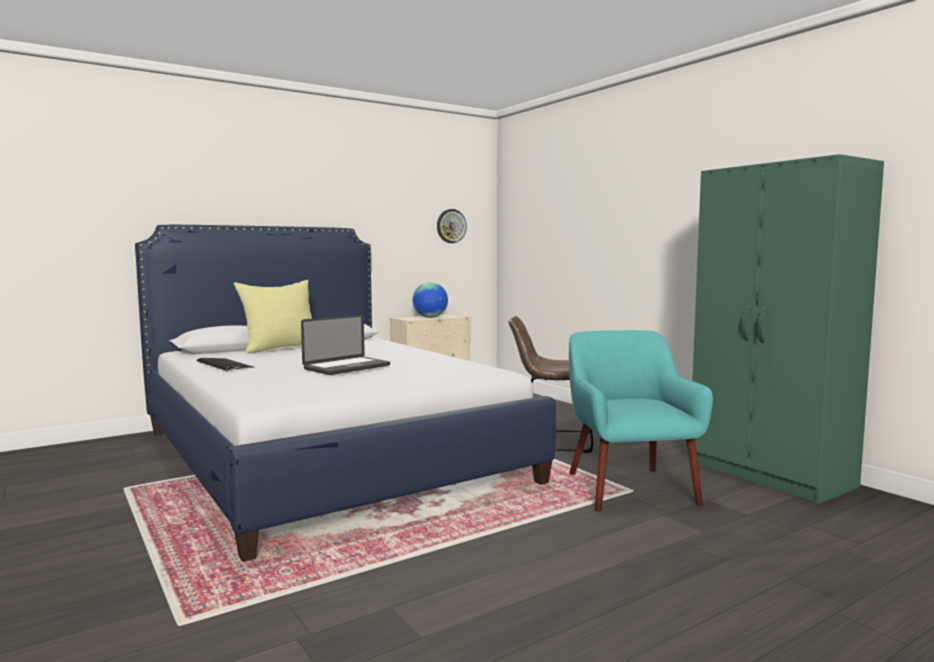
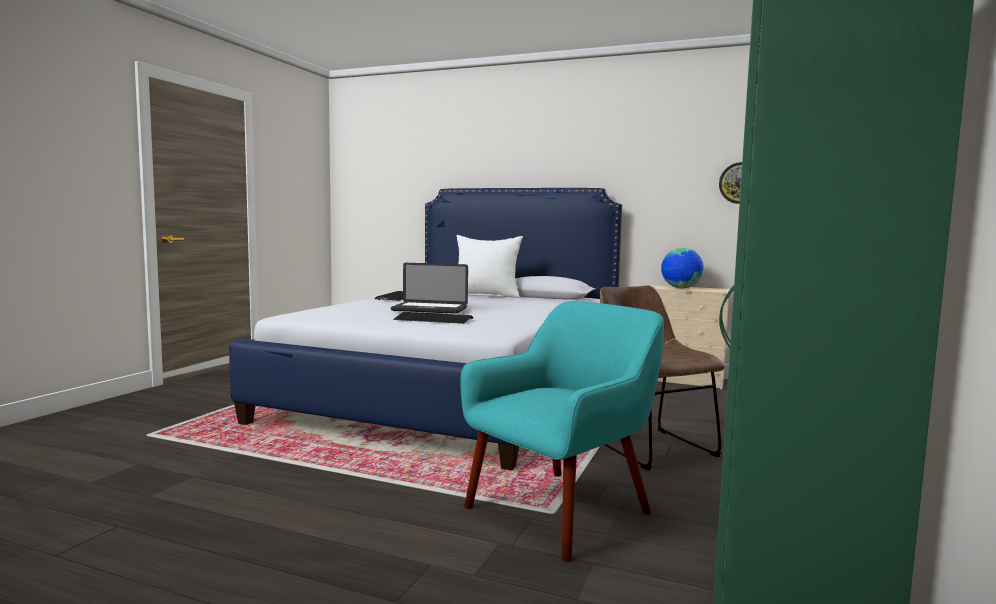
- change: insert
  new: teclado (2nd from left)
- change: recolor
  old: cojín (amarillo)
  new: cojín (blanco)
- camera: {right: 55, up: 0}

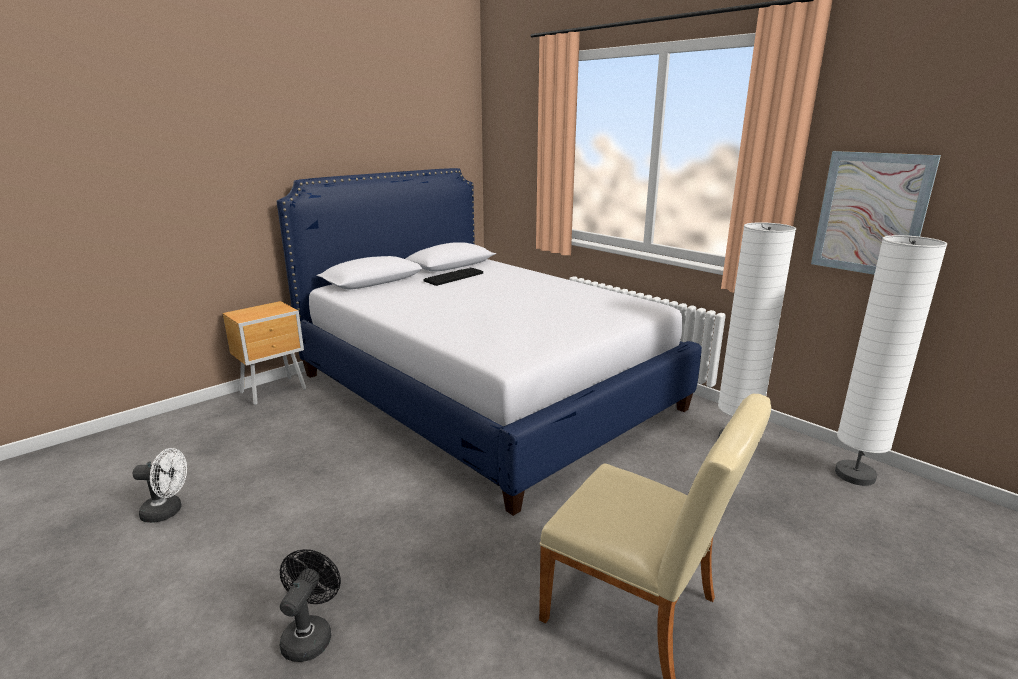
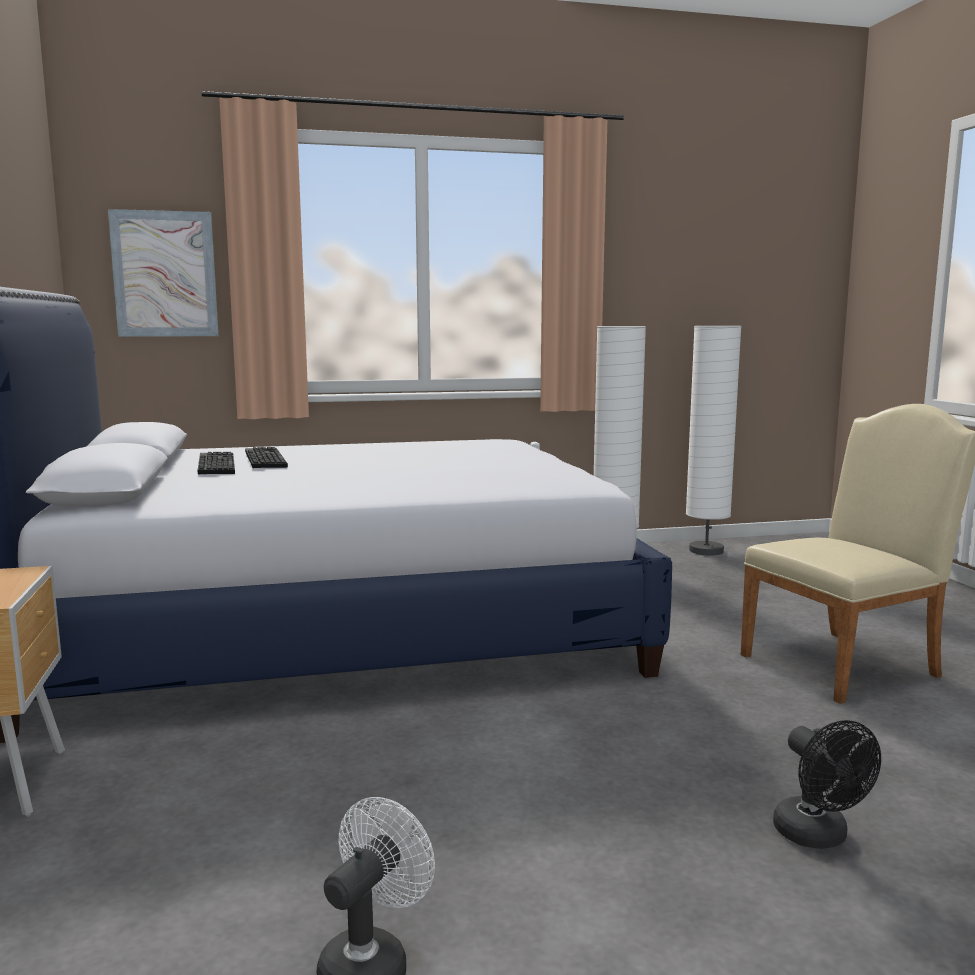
- change: insert
  new: teclado (2nd from left)
- change: move
  old: cuadro
- change: rotate
  old: ventilador (negro)
  degrees: -150
- camera: {right: -60, up: -10}

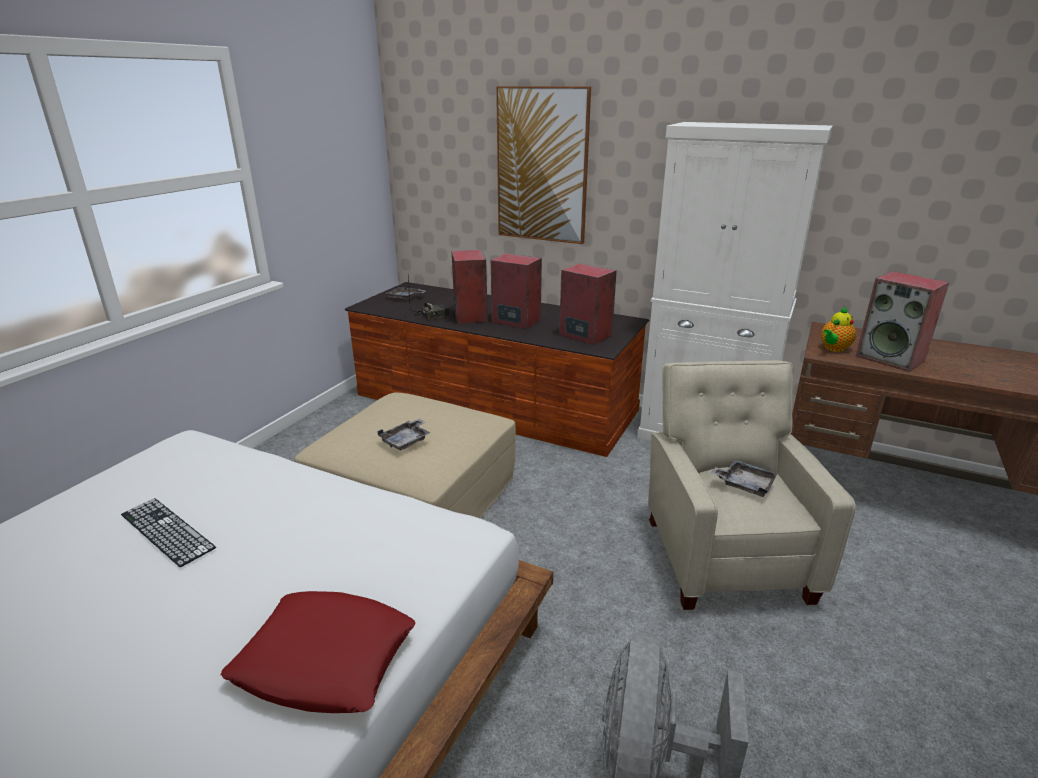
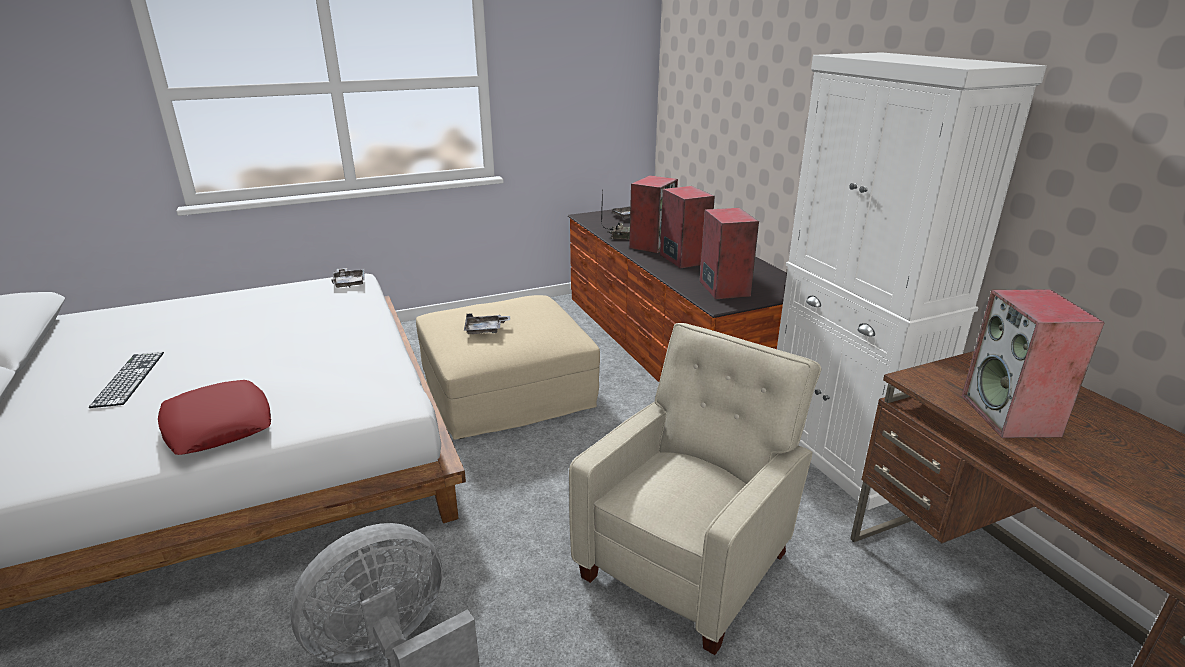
- change: delete
  old: cuadro
- change: delete
  old: tetera
- change: move
  old: teclado
- change: move
  old: bandeja (gris) (3rd from left in the first image)
  new: bandeja (gris) (1st from left)
- camera: {right: 40, up: 0}

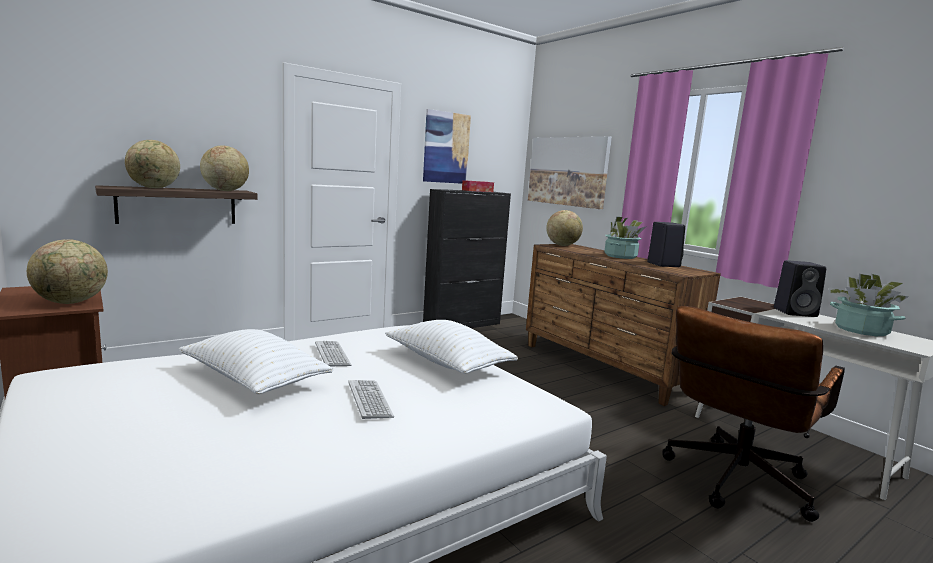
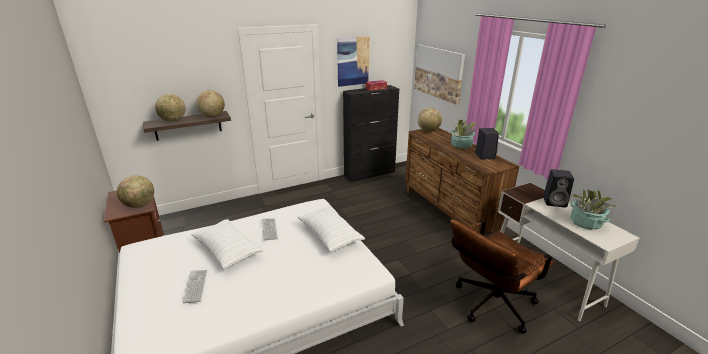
- change: move
  old: teclado (2nd from left in the first image)
  new: teclado (1st from left)
- camera: {right: 10, up: 15}

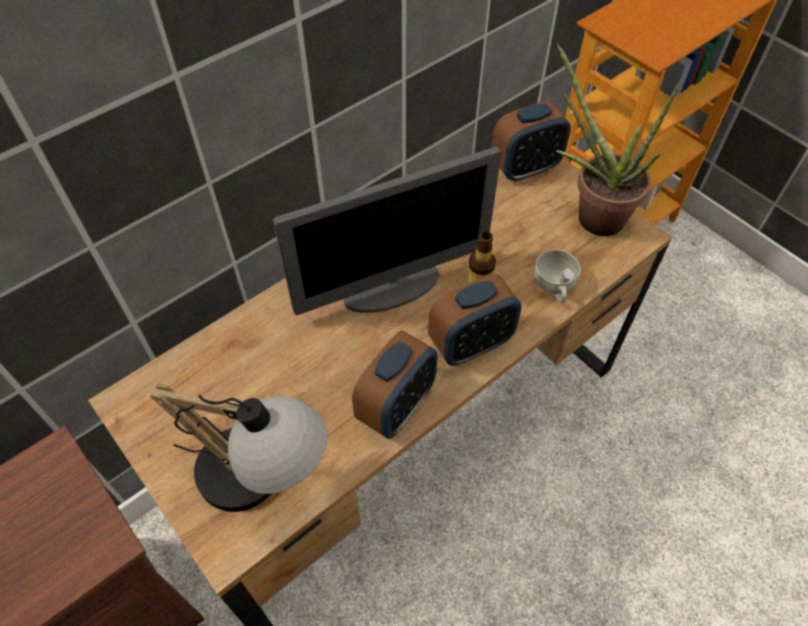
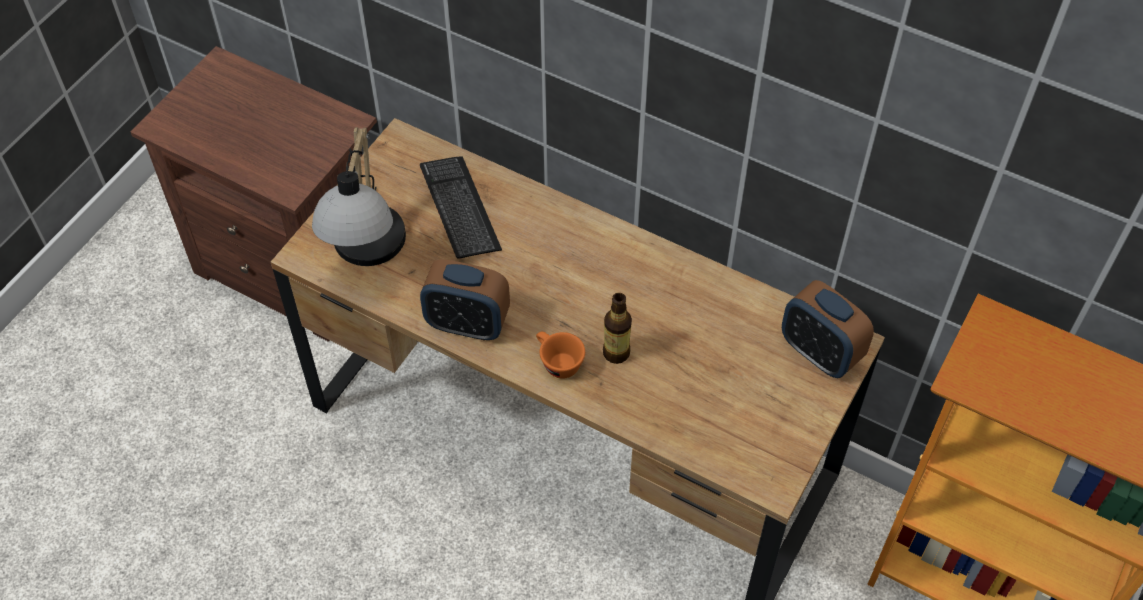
- change: delete
  old: monitor
- change: delete
  old: taza (blanco)
- change: delete
  old: planta en maceta
- change: insert
  new: teclado
- change: replace
  old: despertador (2nd from left)
  new: taza (naranja)
- camera: {right: 70, up: 0}

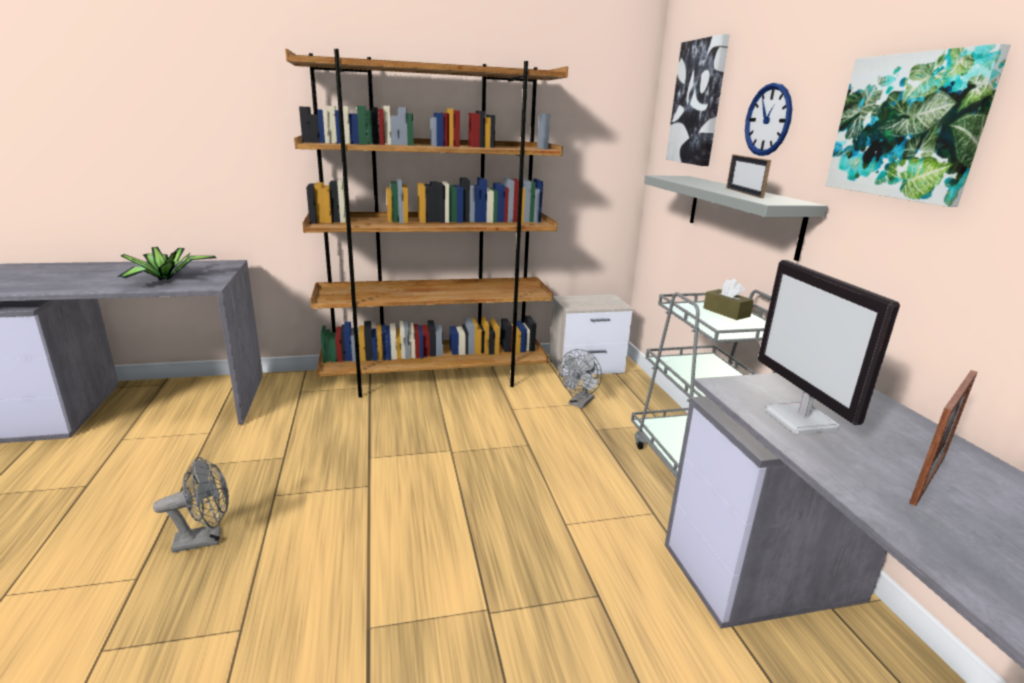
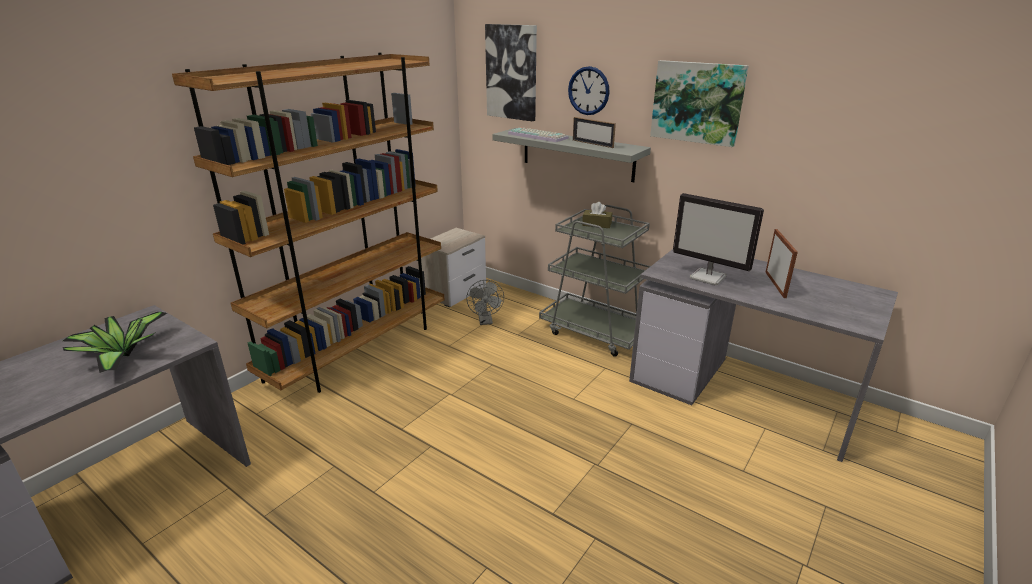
- change: delete
  old: ventilador (gris) (1st from left)
- change: insert
  new: teclado
- camera: {right: -40, up: 5}

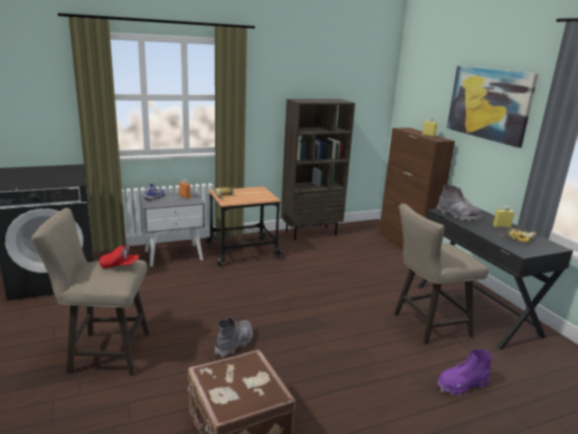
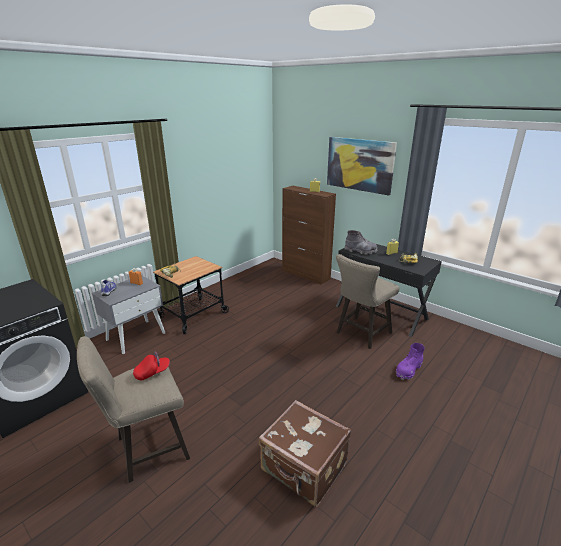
- change: delete
  old: bota (gris) (1st from left)
- change: delete
  old: estantería (marrón)
- camera: {right: -25, up: 5}

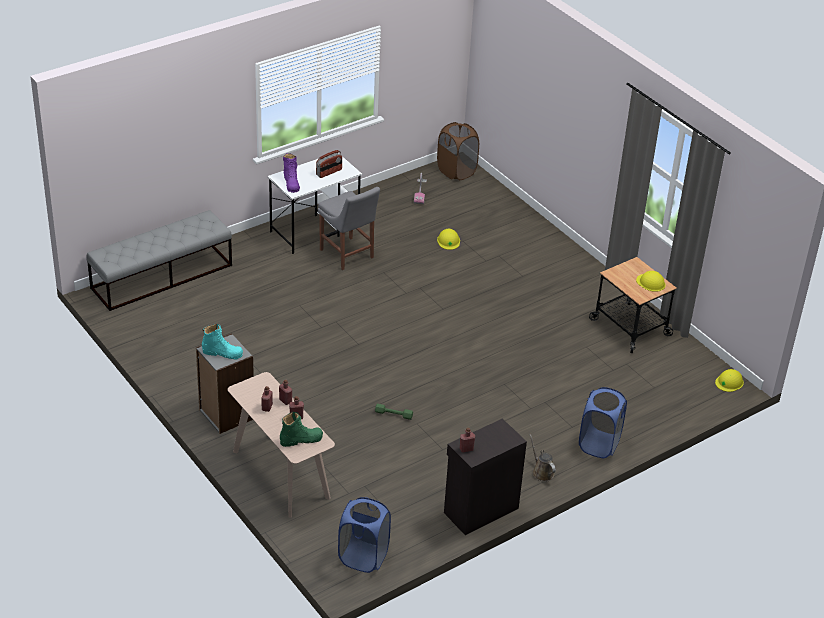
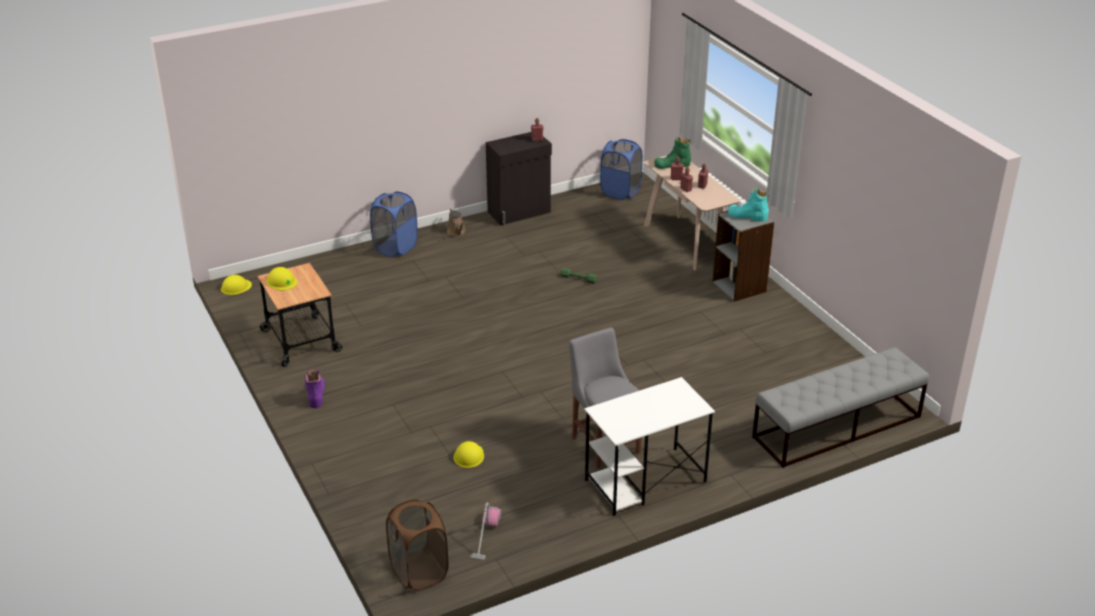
- change: delete
  old: radio
- change: move
  old: bota (morado)
- camera: {right: -170, up: -5}

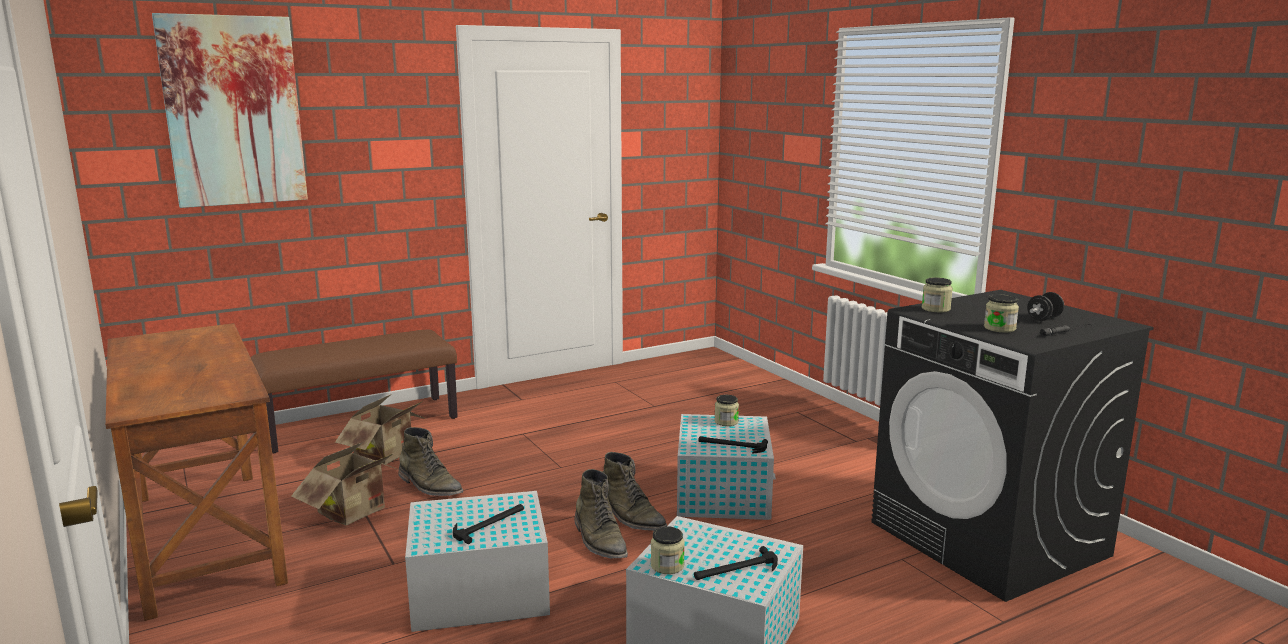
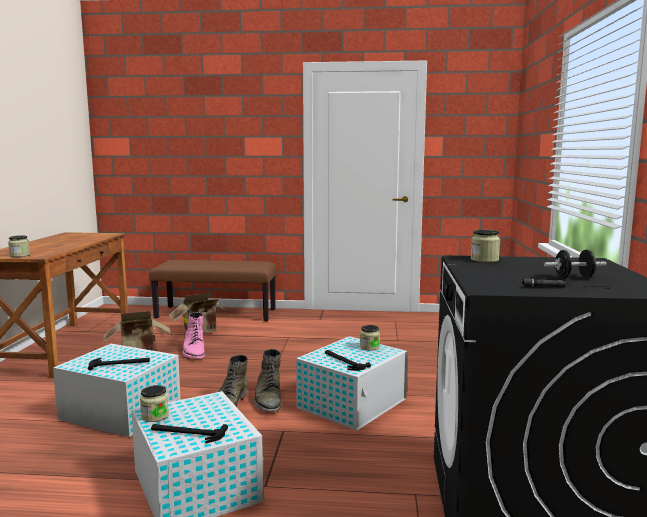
- change: delete
  old: cuadro
- change: move
  old: tarro (4th from left in the first image)
  new: tarro (1st from left)
- change: recolor
  old: bota (verde) (1st from left)
  new: bota (rosa)
- camera: {right: 35, up: -5}

